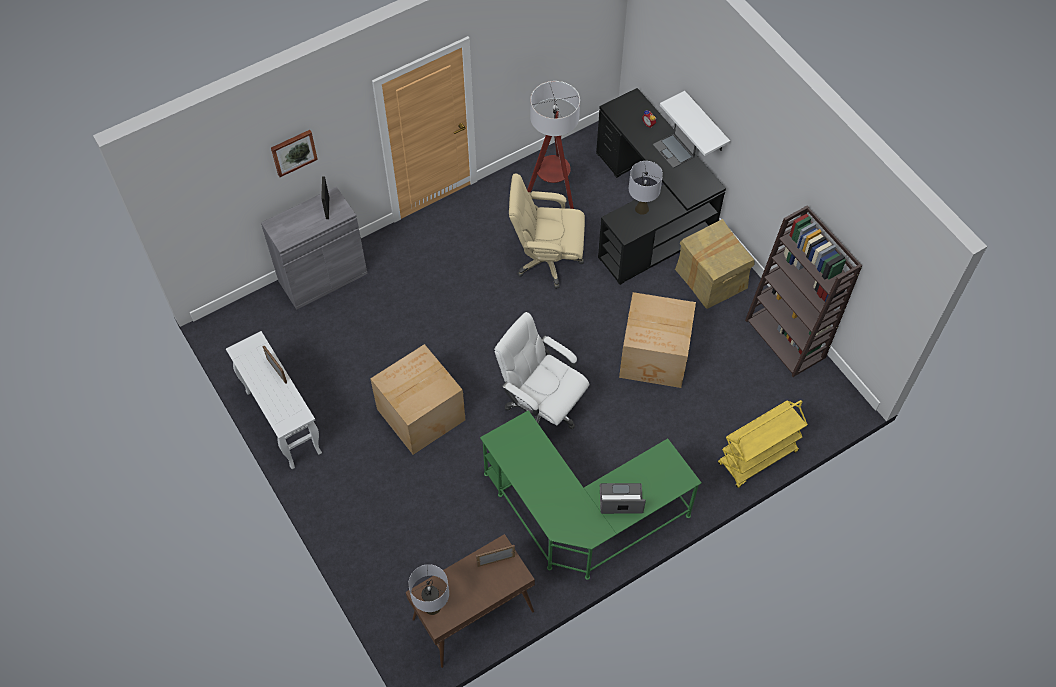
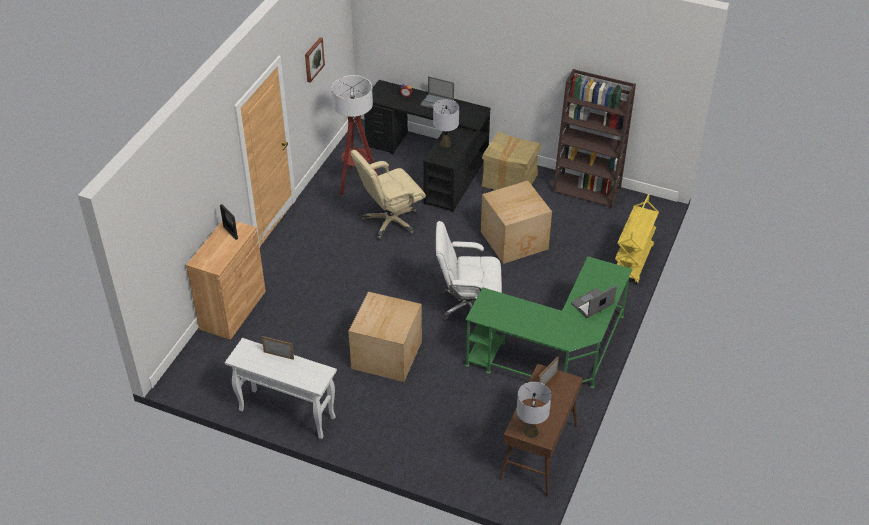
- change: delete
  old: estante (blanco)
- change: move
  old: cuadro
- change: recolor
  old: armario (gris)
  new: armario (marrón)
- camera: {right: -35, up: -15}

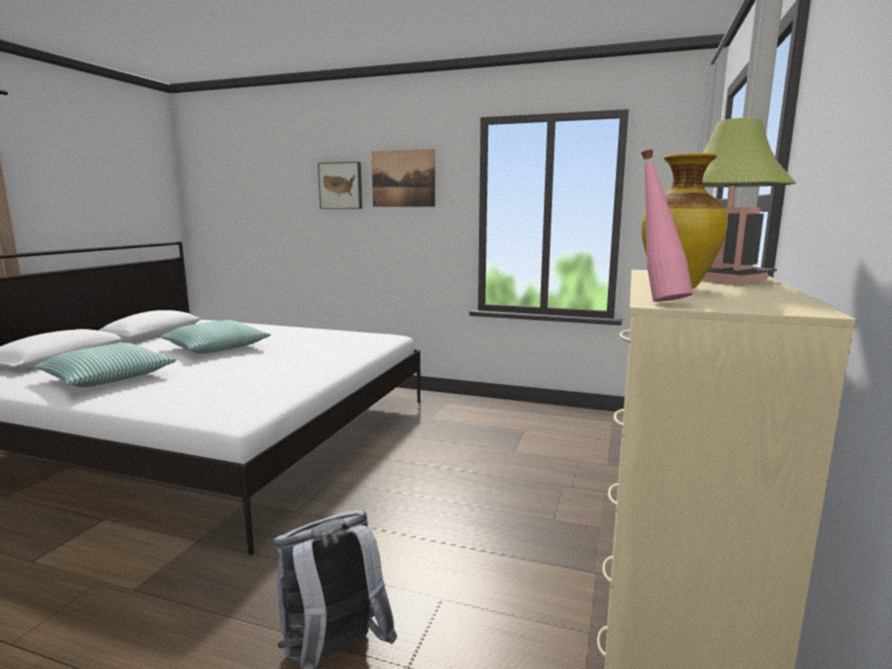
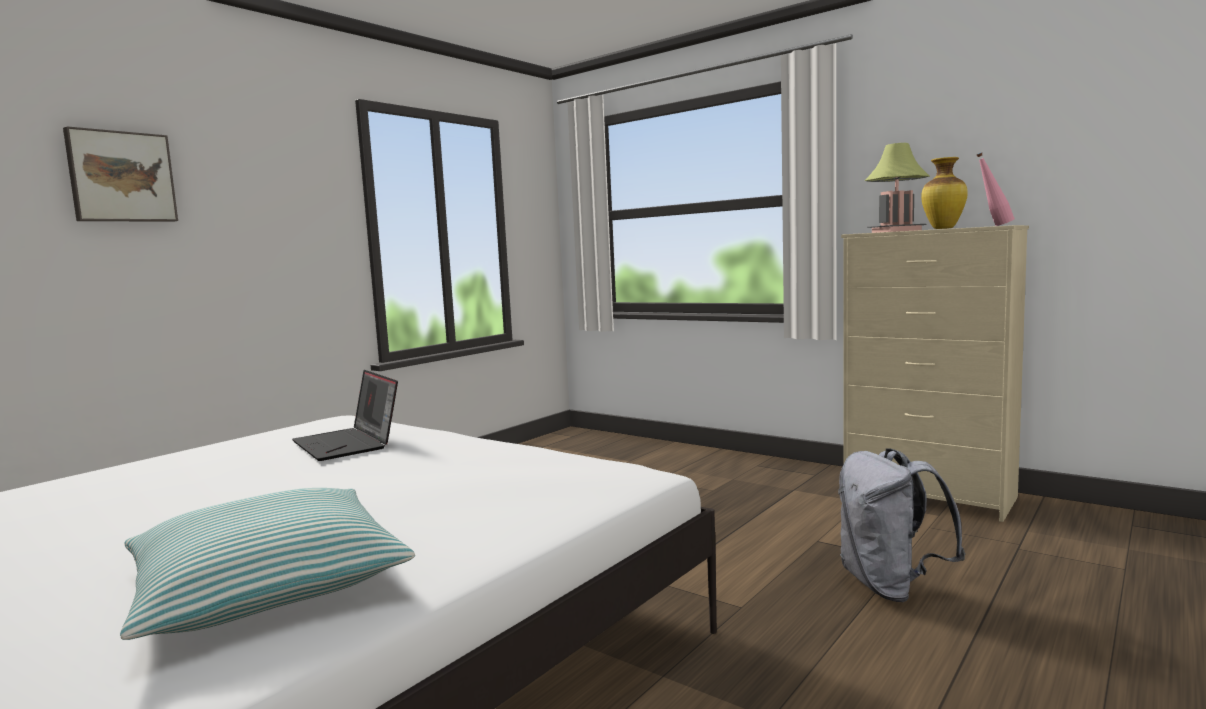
- change: delete
  old: cojín (2nd from left)
- change: delete
  old: cuadro (2nd from left)
- change: insert
  new: portátil
- camera: {right: -70, up: -5}

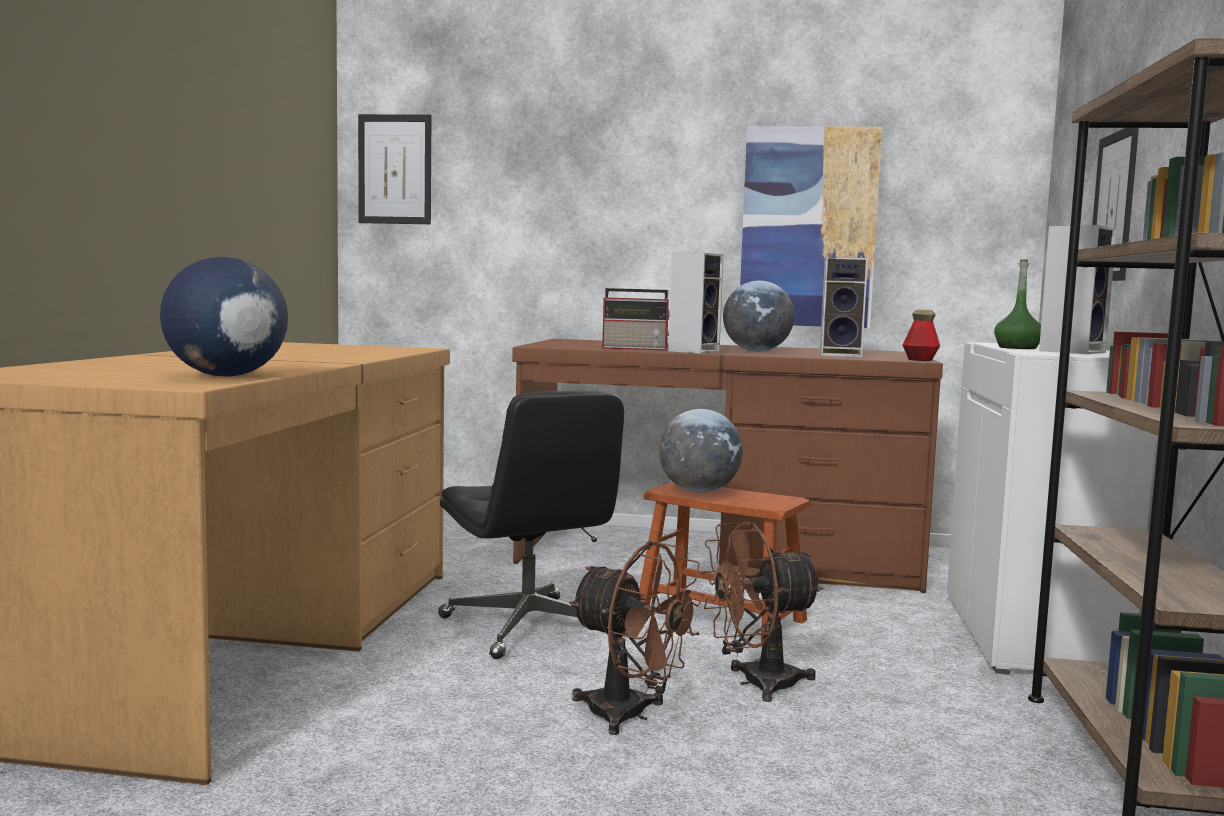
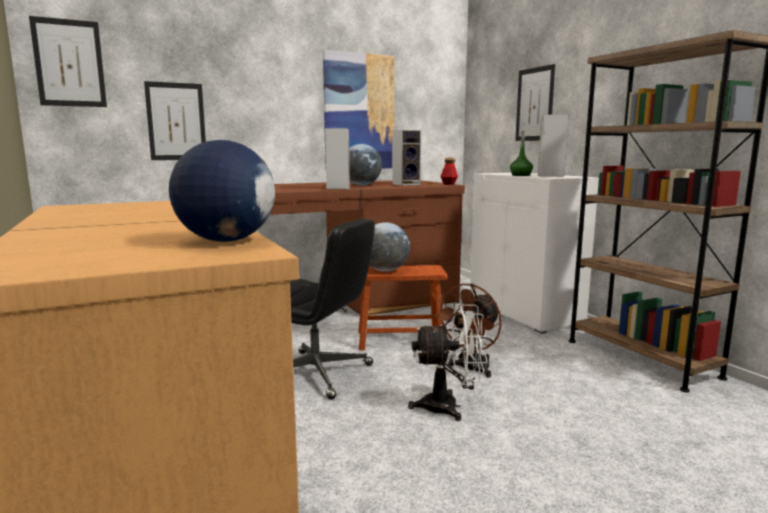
- change: delete
  old: radio
- change: insert
  new: cuadro (2nd from left)
- change: recolor
  old: ventilador (marrón) (1st from left)
  new: ventilador (blanco)
- camera: {right: -35, up: 5}

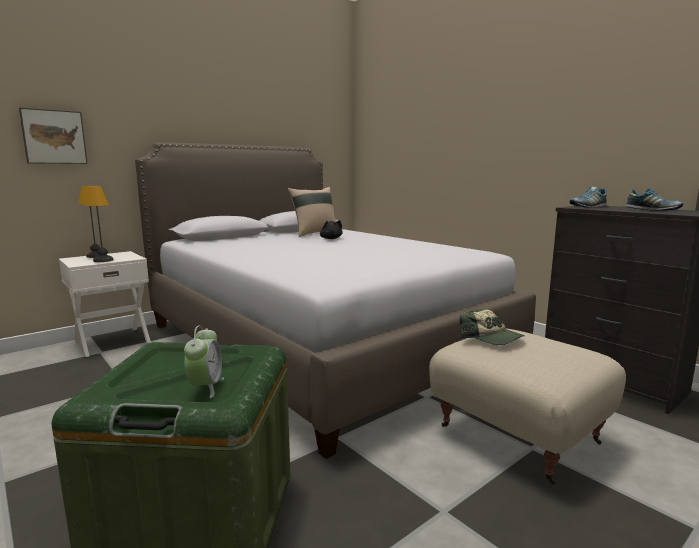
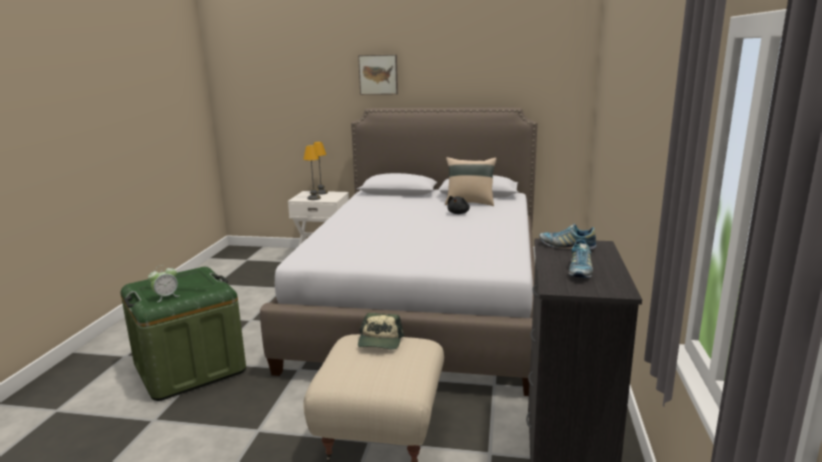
- change: move
  old: cuadro
- camera: {right: 50, up: 5}

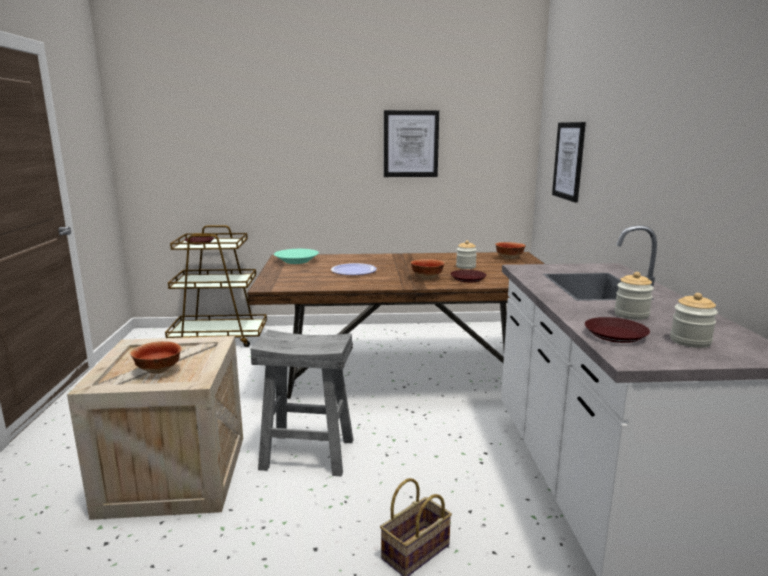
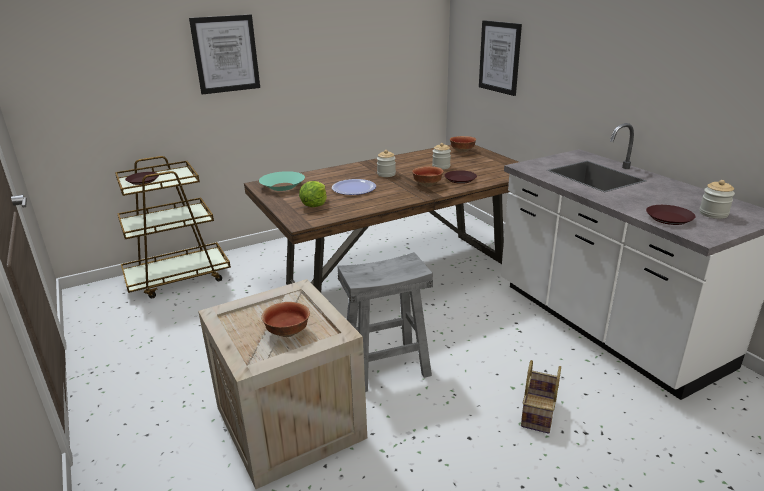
- change: insert
  new: lechuga
- change: move
  old: cuadro (1st from left)
- change: move
  old: tarro (2nd from left in the first image)
  new: tarro (1st from left)
- camera: {right: -25, up: 10}

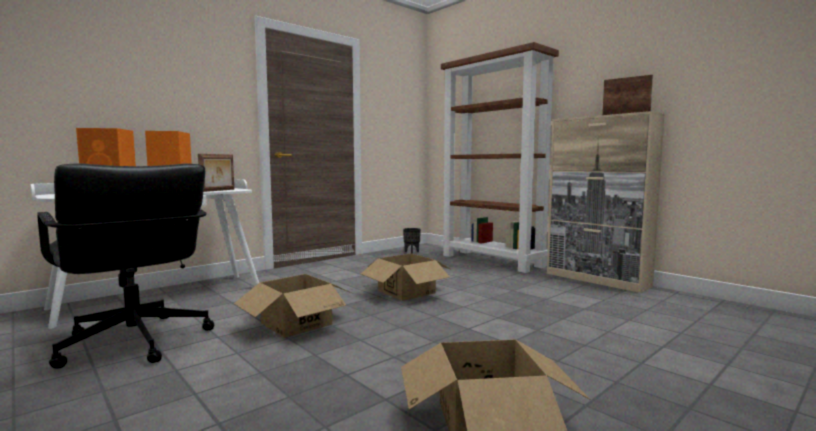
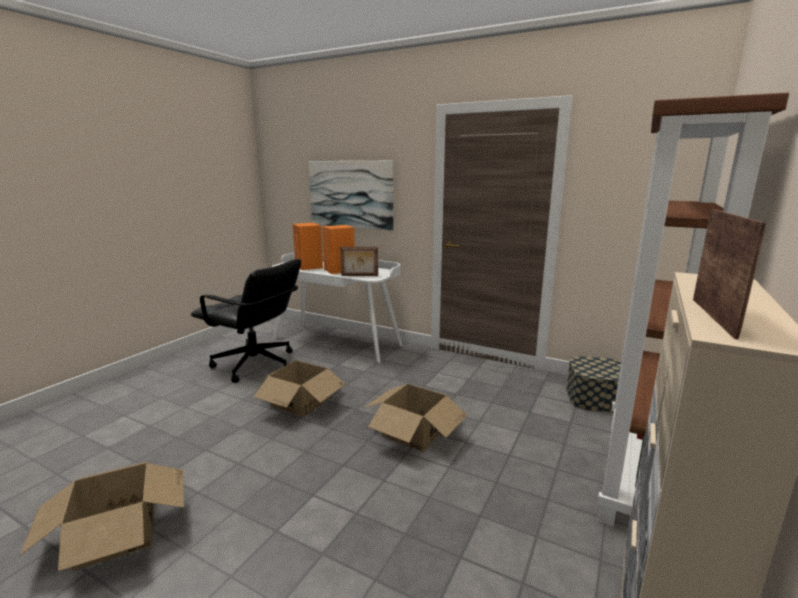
- change: insert
  new: cuadro
- change: replace
  old: maceta (negro)
  new: caja de almacenaje
- change: rotate
  old: silla de oficina (negro)
  degrees: -90
- camera: {right: 70, up: 10}

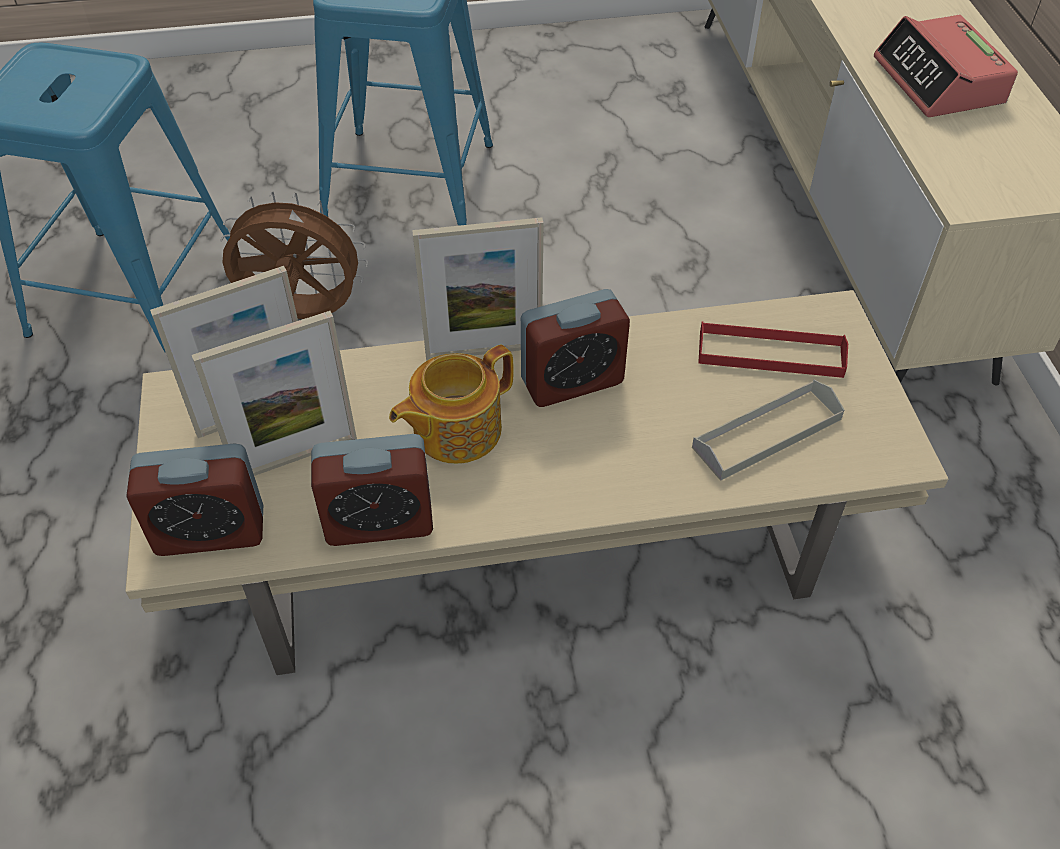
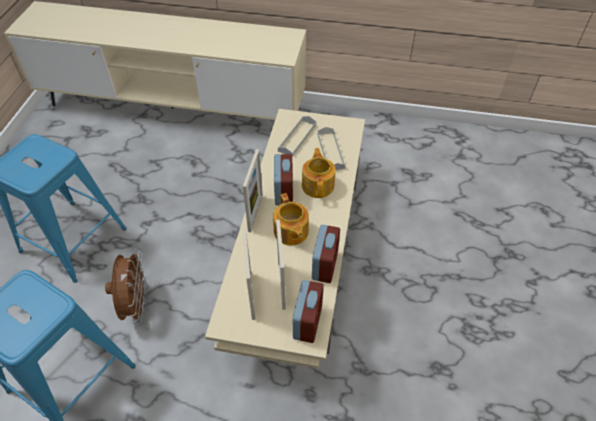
- change: delete
  old: despertador (4th from left)
- change: insert
  new: tetera (2nd from left)
- change: recolor
  old: bandeja (rojo)
  new: bandeja (gris) (1st from left)
- change: rotate
  old: ventilador (marrón)
  degrees: 150
- camera: {right: -70, up: 0}

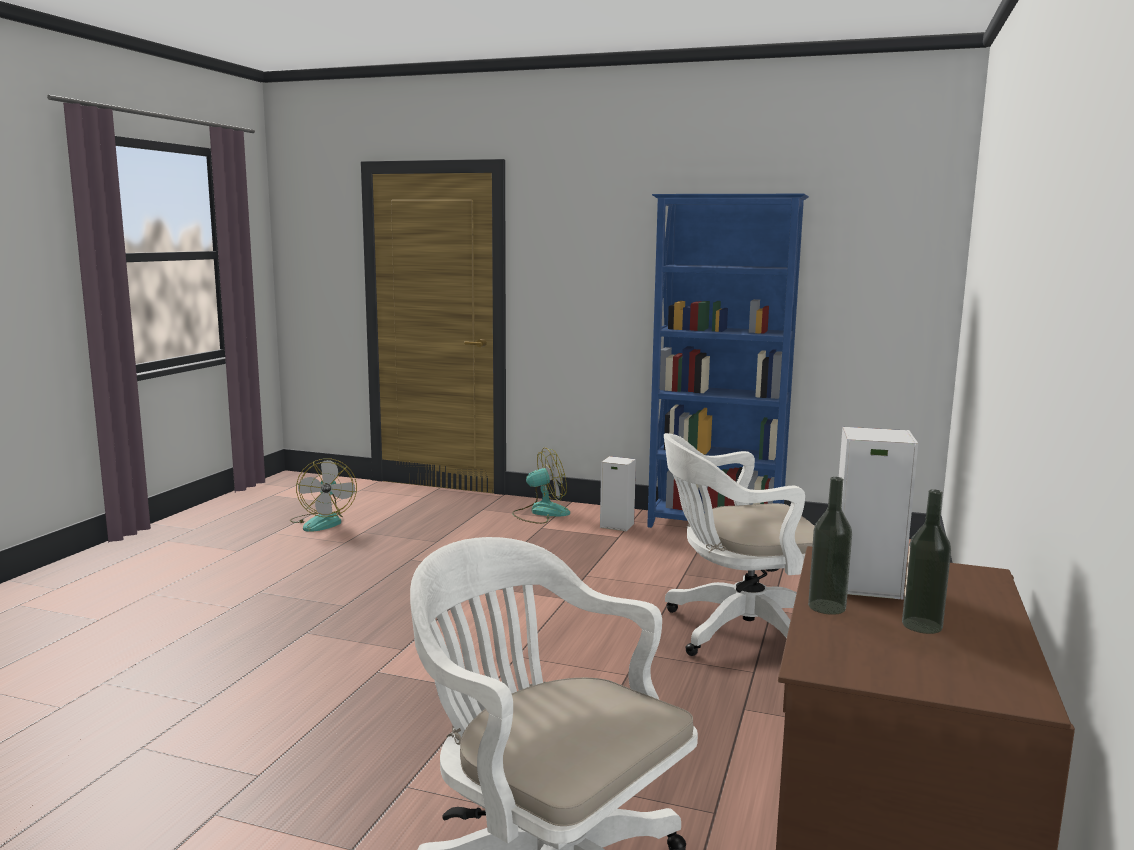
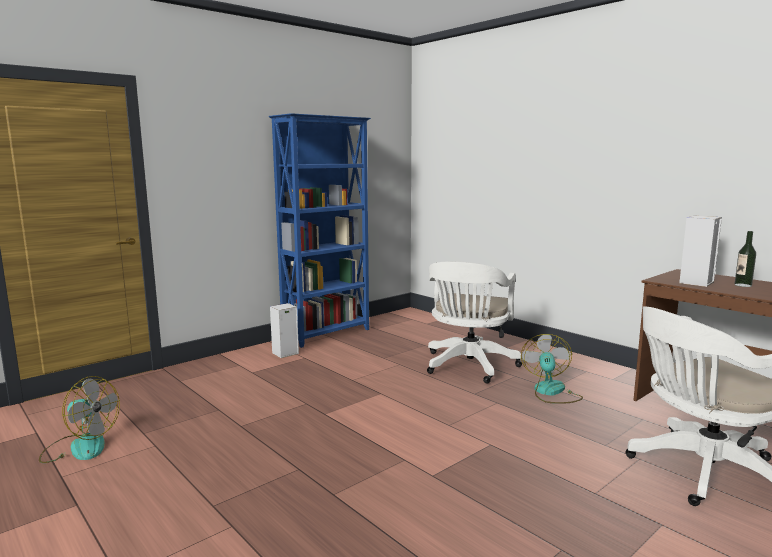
- change: delete
  old: botella (1st from left)
- change: move
  old: ventilador (2nd from left)
- camera: {right: -60, up: 0}

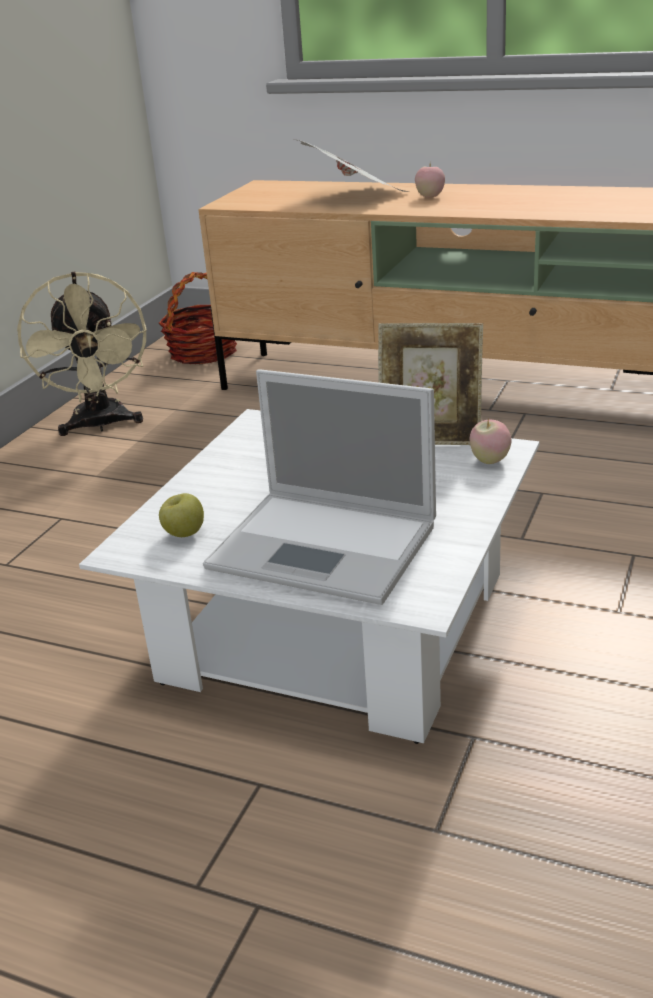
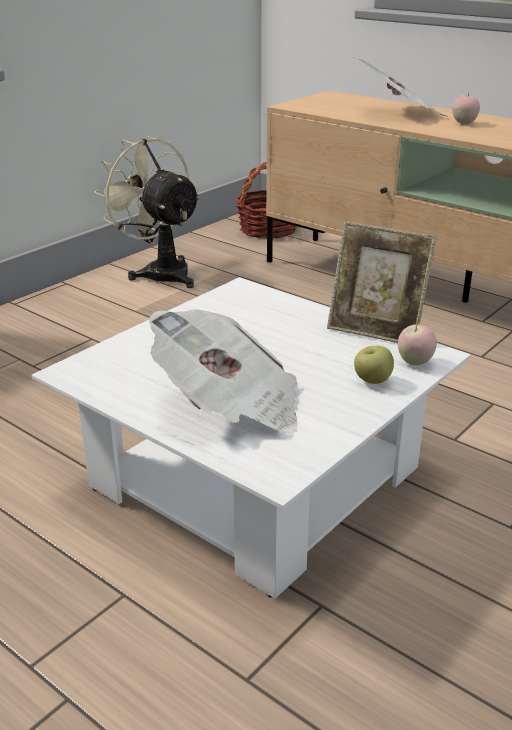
- change: move
  old: manzana (1st from left)
- change: replace
  old: portátil
  new: periódico (1st from left)
- change: rotate
  old: ventilador (beis)
  degrees: 135
- camera: {right: 15, up: 0}

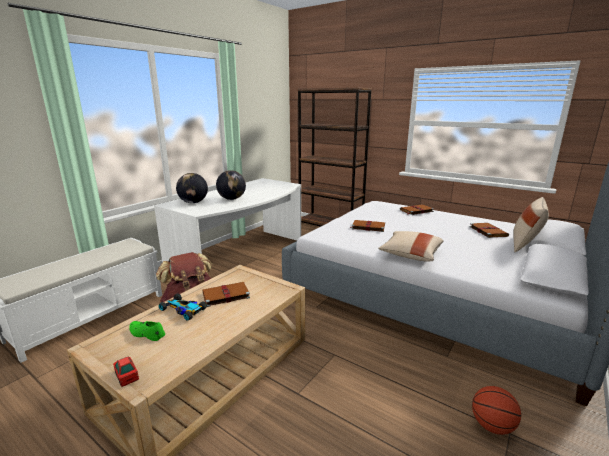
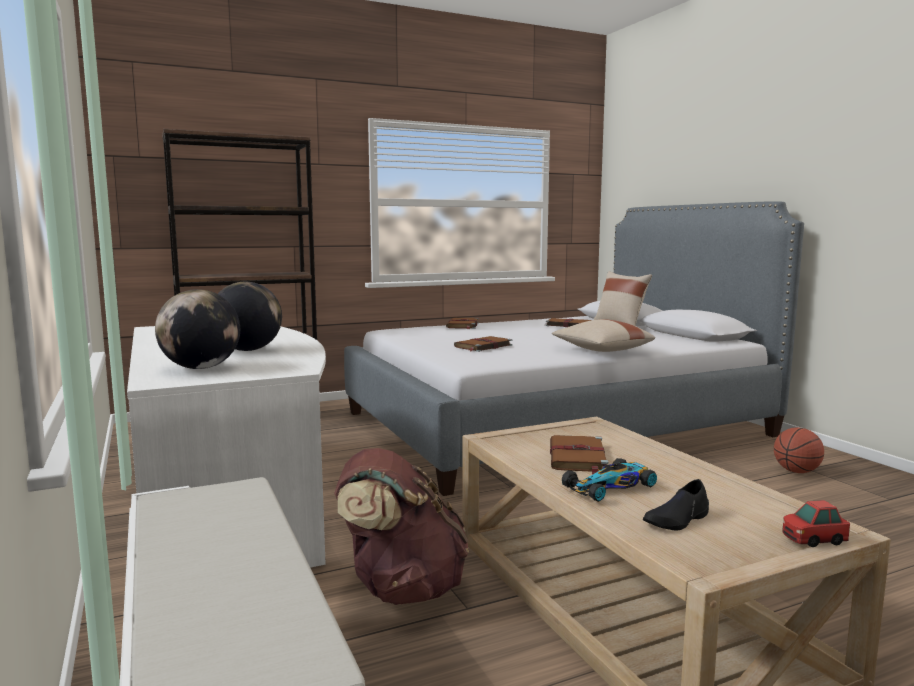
- change: recolor
  old: zapato (verde)
  new: zapato (negro)
- camera: {right: -60, up: -10}

